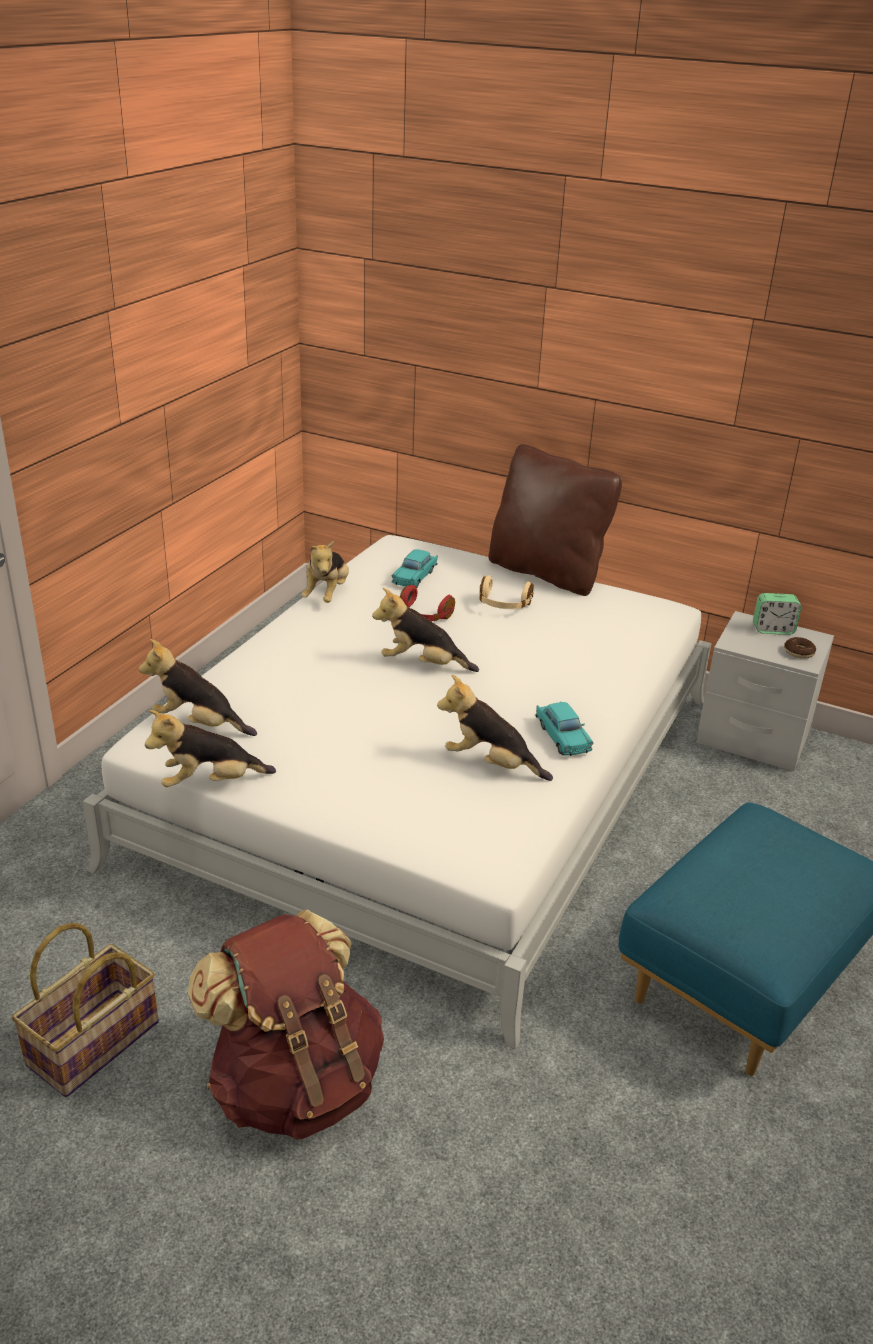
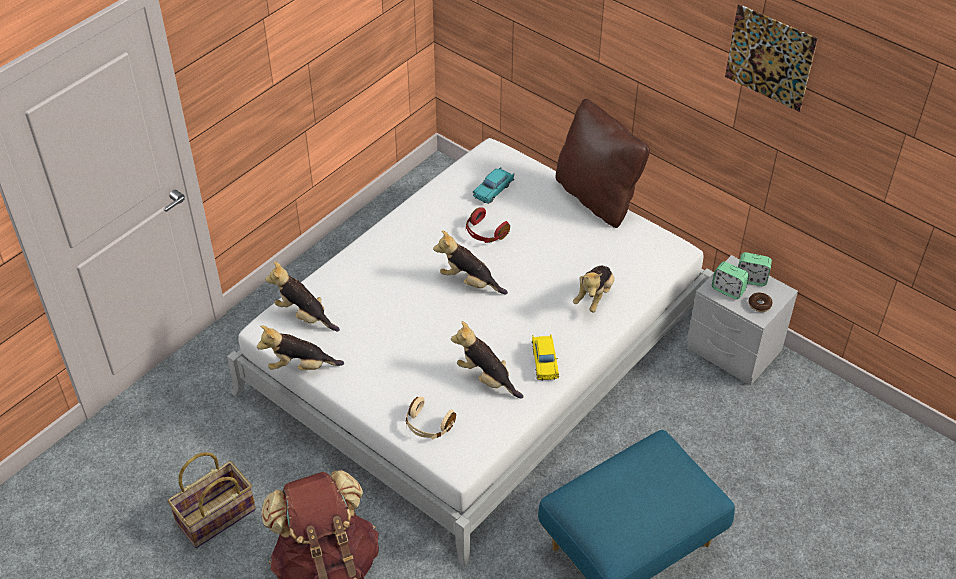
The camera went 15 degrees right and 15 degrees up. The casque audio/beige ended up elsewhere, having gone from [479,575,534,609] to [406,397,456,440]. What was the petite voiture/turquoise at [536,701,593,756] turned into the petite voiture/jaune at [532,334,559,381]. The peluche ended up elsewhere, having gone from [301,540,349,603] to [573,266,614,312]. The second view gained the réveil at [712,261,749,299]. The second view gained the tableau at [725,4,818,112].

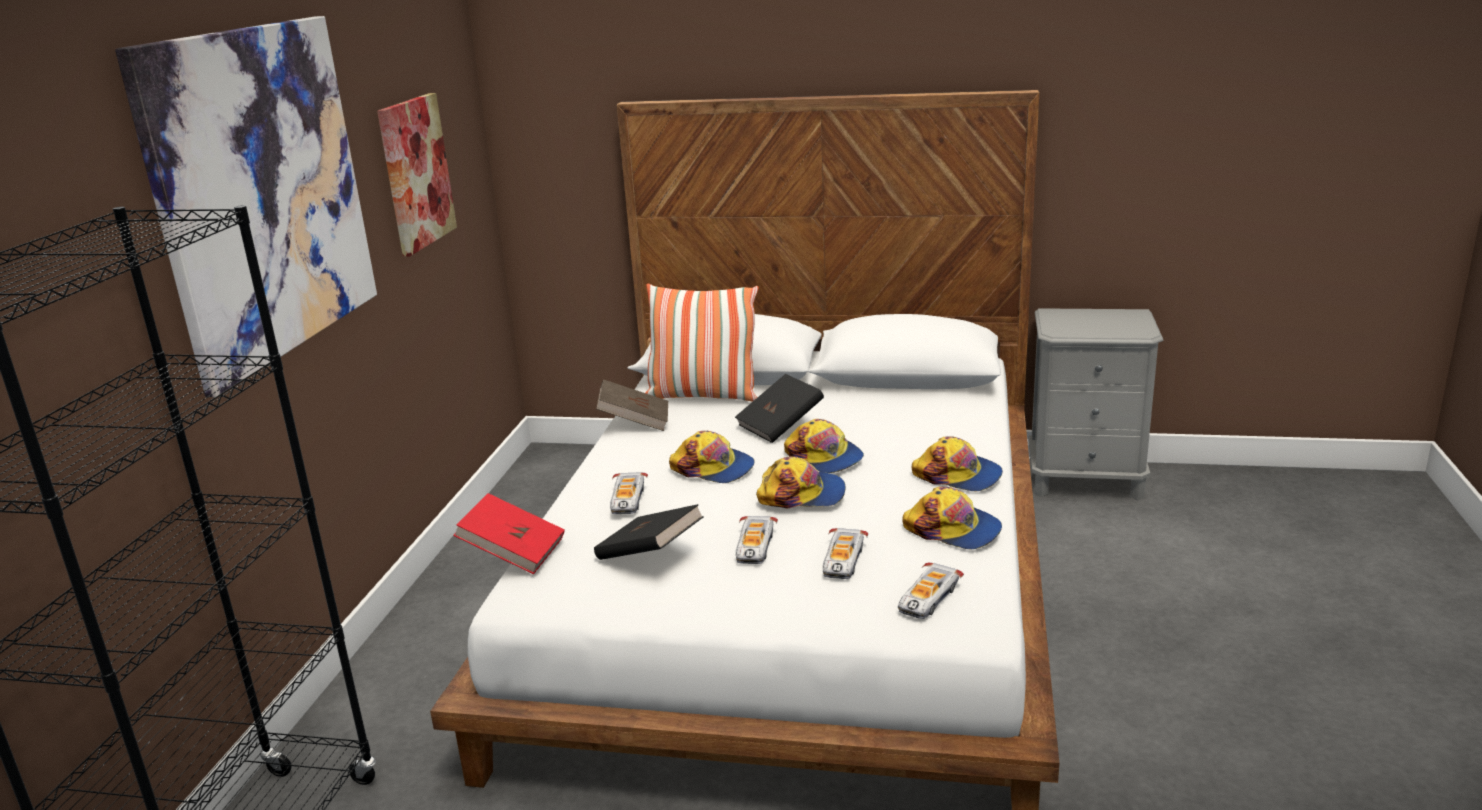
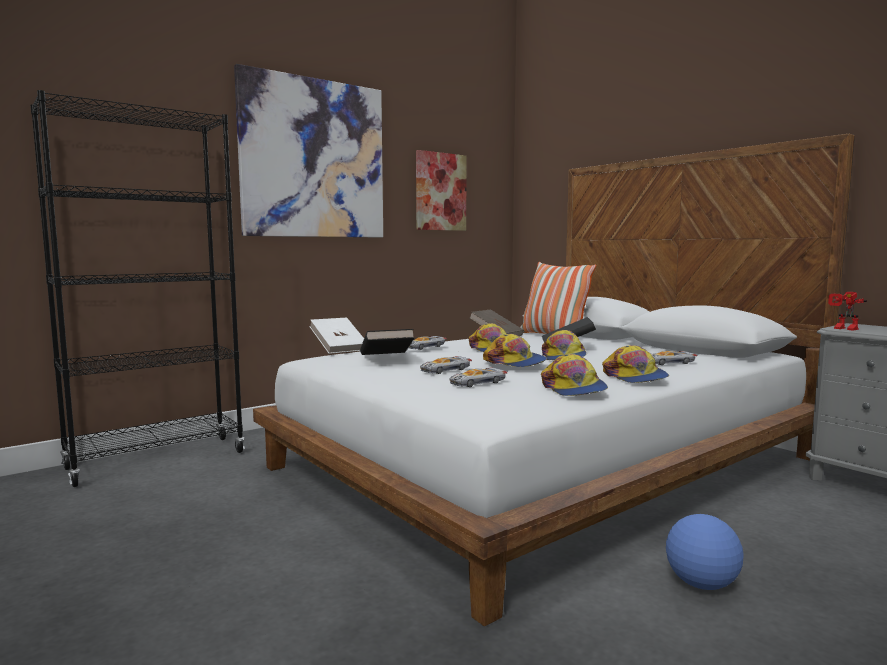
The camera went 40 degrees right and 15 degrees down. What was the livre/rouge at [453,493,565,574] turned into the livre/blanc at [309,318,364,354]. The petite voiture ended up elsewhere, having gone from [898,562,964,619] to [651,351,697,365]. The second view gained the ballon de foot at [666,514,744,590]. The second view gained the robot jouet at [828,292,867,331].

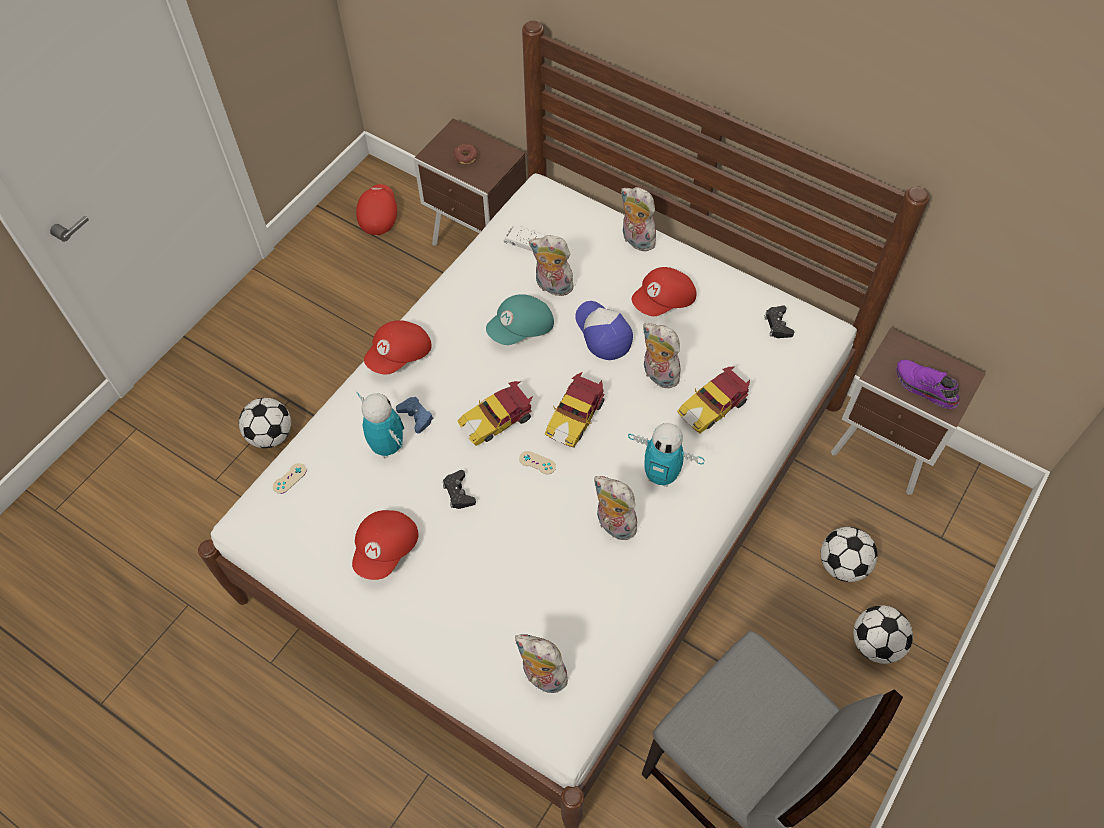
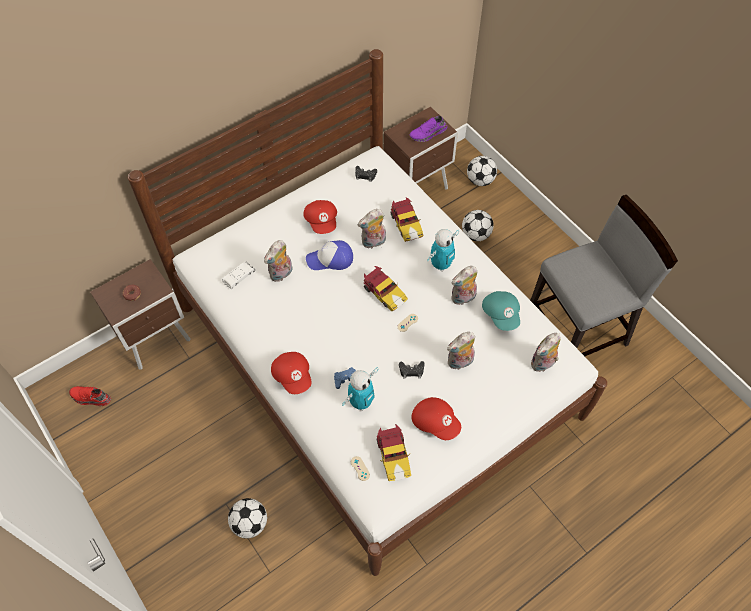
The camera went 70 degrees left and 0 degrees up. Where the casquette/rouge stood at [356,184,397,235], the chaussure/rouge came to stand at [69,386,111,406]. The robot jouet at [357,392,404,458] ended up facing another way, 150 degrees clockwise from before. The petite voiture ended up elsewhere, having gone from [457,381,533,446] to [376,424,411,481]. The peluche ended up elsewhere, having gone from [621,187,656,251] to [447,332,475,370]. The ballon de foot ended up elsewhere, having gone from [853,606,913,664] to [467,156,497,186]. The casquette/turquoise ended up elsewhere, having gone from [486,294,554,345] to [482,291,520,331].

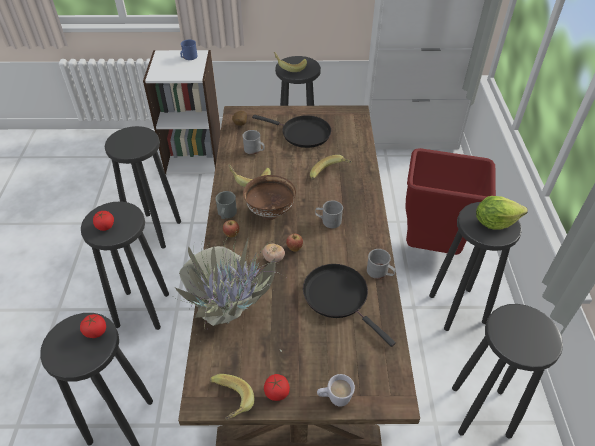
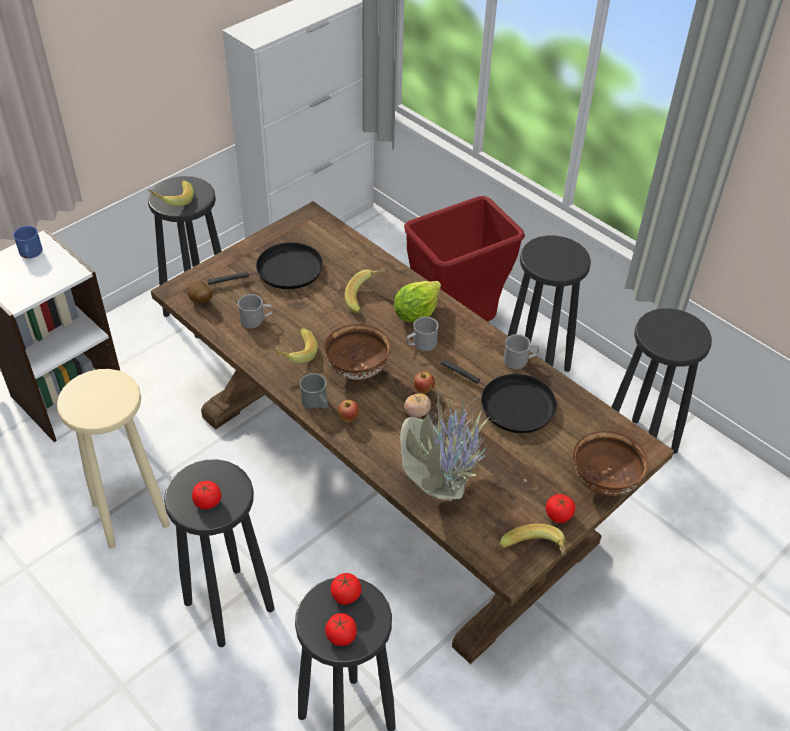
The camera went 45 degrees left and 0 degrees up. What was the tabouret/noir at [105,126,181,249] turned into the tabouret/beige at [57,369,170,549]. The second view gained the tomate at [325,613,357,646]. The laitue ended up elsewhere, having gone from [476,196,528,230] to [394,281,441,323]. The poêle/noir at [303,264,396,347] ended up facing another way, 150 degrees counterclockwise from before. Where the mug/blanc stood at [317,374,355,407], the bol/marron came to stand at [573,430,649,496].

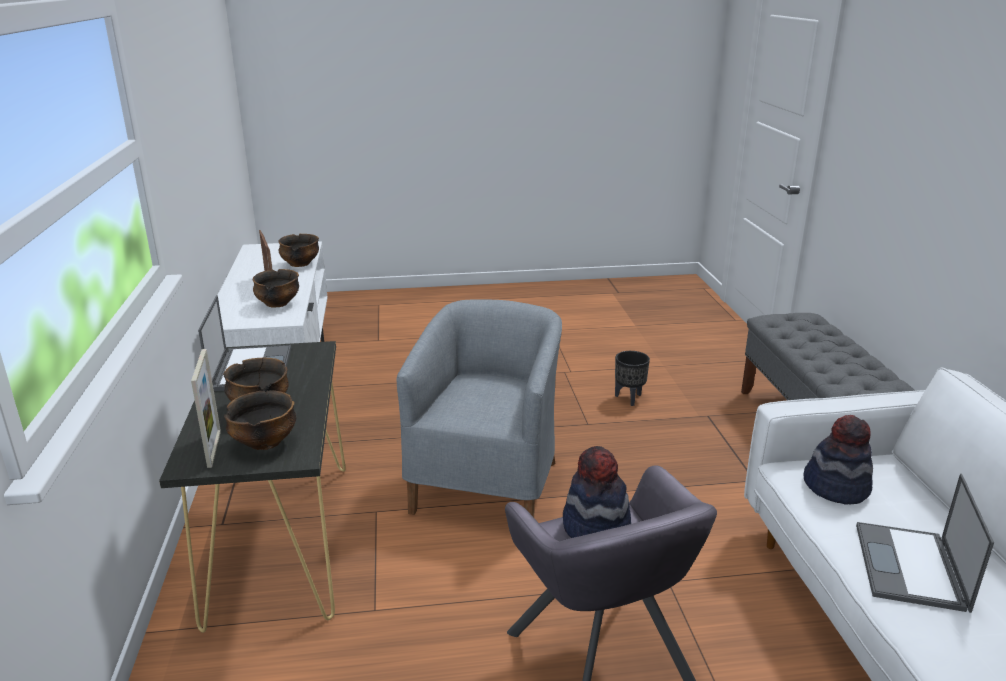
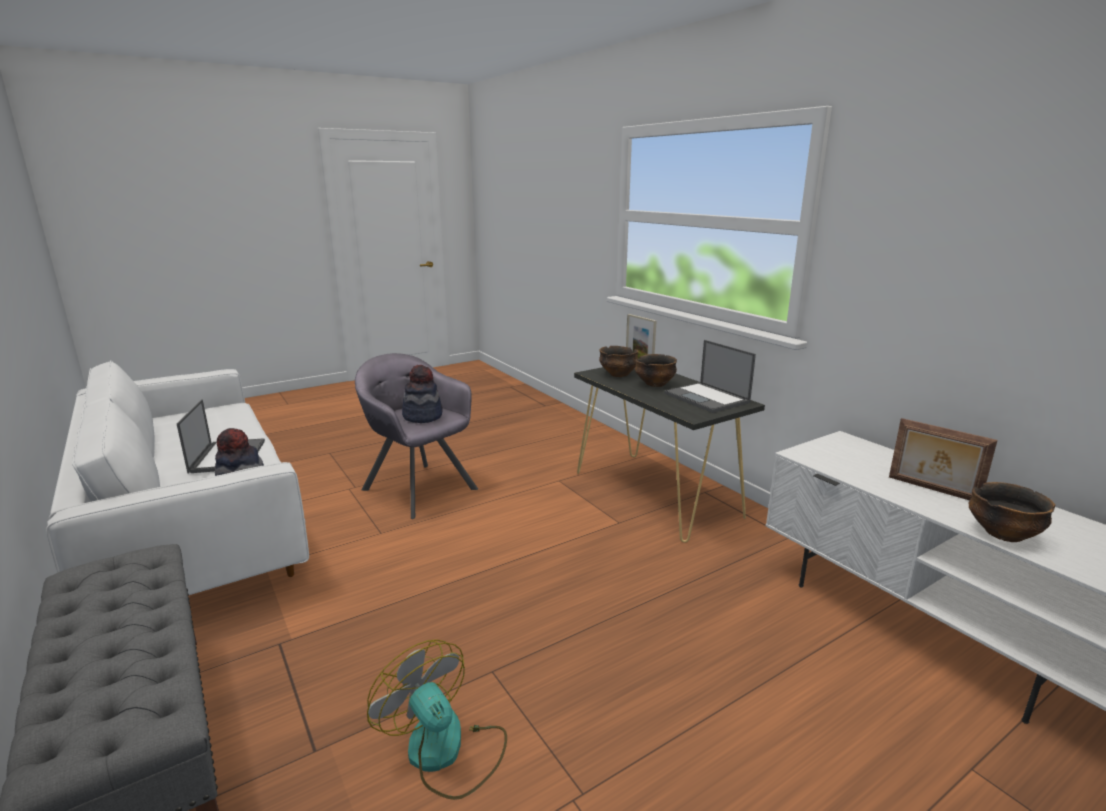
The camera went 155 degrees right and 5 degrees down. Where the cache-pot/noir stood at [615,351,650,406], the ventilateur came to stand at [367,639,507,800]. The second view lost the bol at [253,269,299,308]. The second view lost the fauteuil/gris at [397,299,562,517].

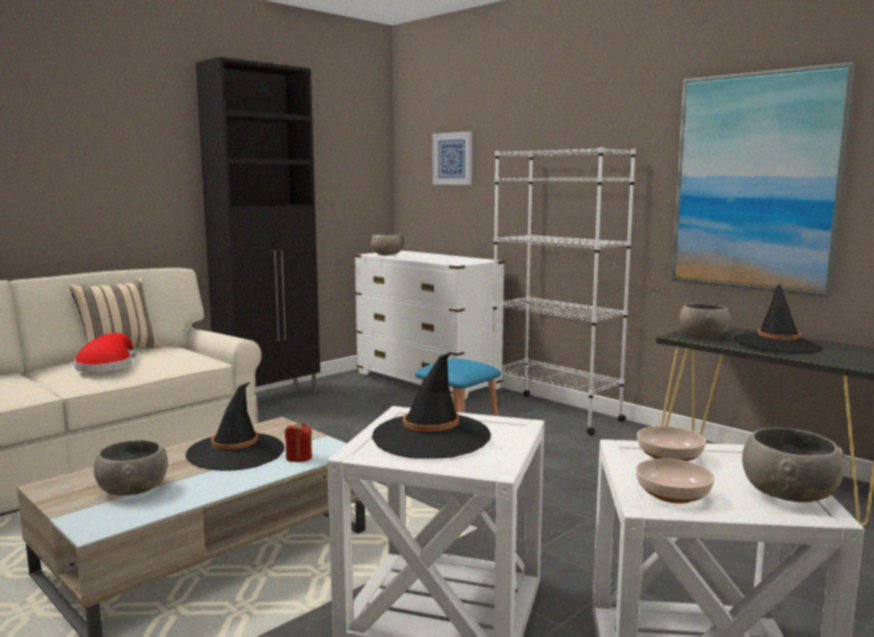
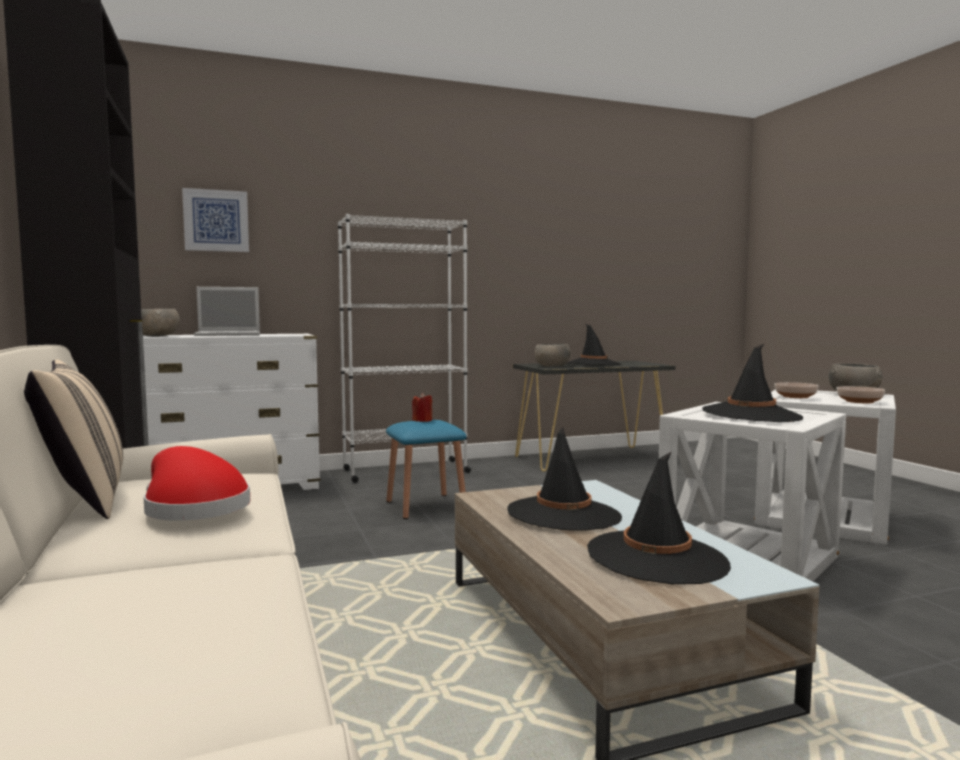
The camera went 65 degrees left and 5 degrees down. The second view gained the ordinateur portable at [194,287,260,336]. The bougie/rouge ended up elsewhere, having gone from [285,422,312,462] to [412,393,432,422]. Where the bol/gris stood at [94,440,168,496], the chapeau/noir came to stand at [587,451,731,584]. The second view lost the tableau at [671,62,856,297].

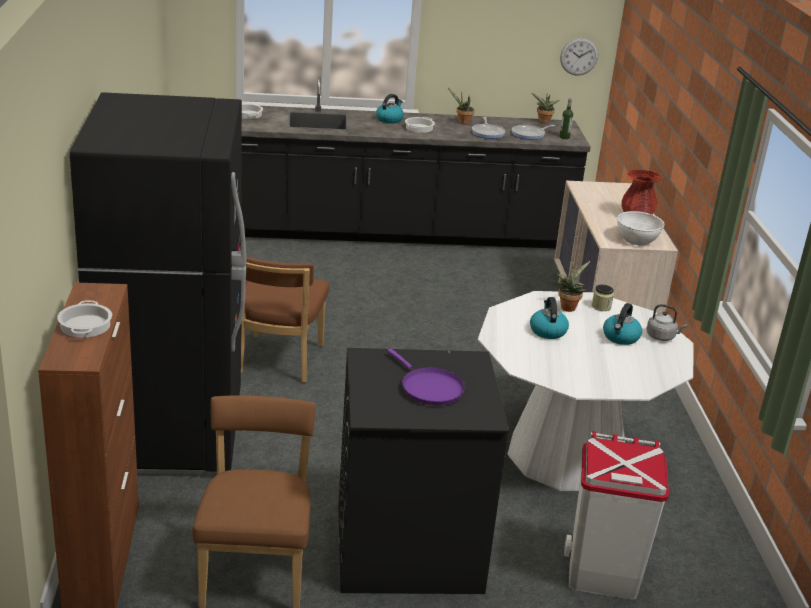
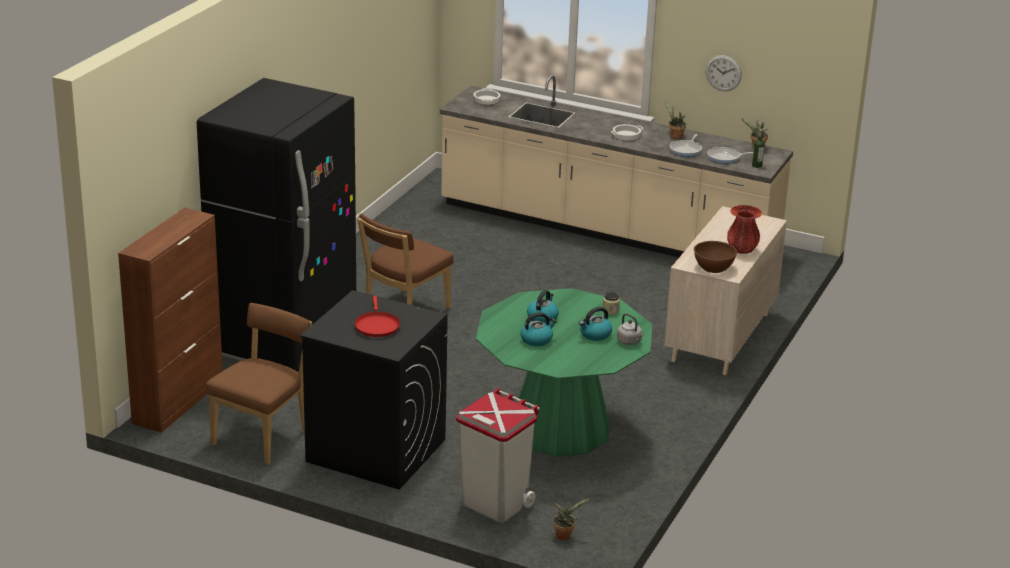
The camera went 30 degrees right and 0 degrees up. What was the poêle/violet at [387,349,465,405] turned into the poêle/rouge at [354,296,400,337]. What was the comptoir de cuisine/noir at [241,77,591,248] turned into the comptoir de cuisine/beige at [440,75,793,257]. What was the table à manger/blanc at [478,291,694,491] turned into the table à manger/vert at [476,288,652,457]. The bouilloire ended up elsewhere, having gone from [376,94,404,123] to [521,312,557,347]. The plante en pot ended up elsewhere, having gone from [555,261,590,312] to [552,499,589,540]. What was the bol/blanc at [617,211,665,245] turned into the bol/marron at [694,241,737,273]. The horloge murale ended up elsewhere, having gone from [560,38,598,76] to [705,55,742,91]. The second view lost the marmite at [57,300,112,338].

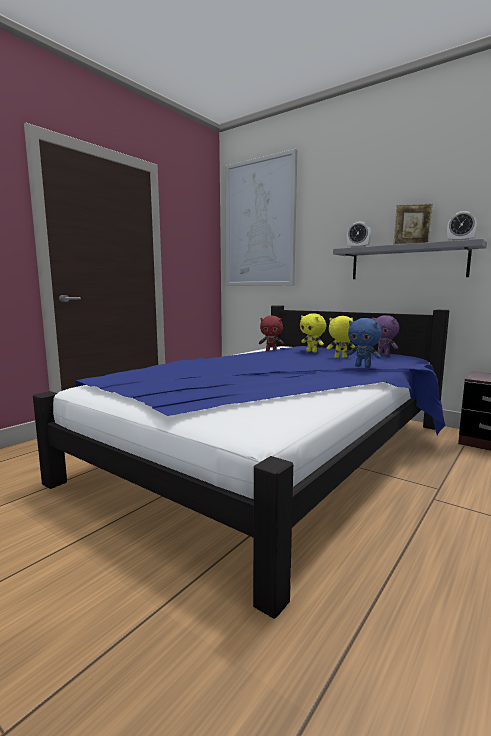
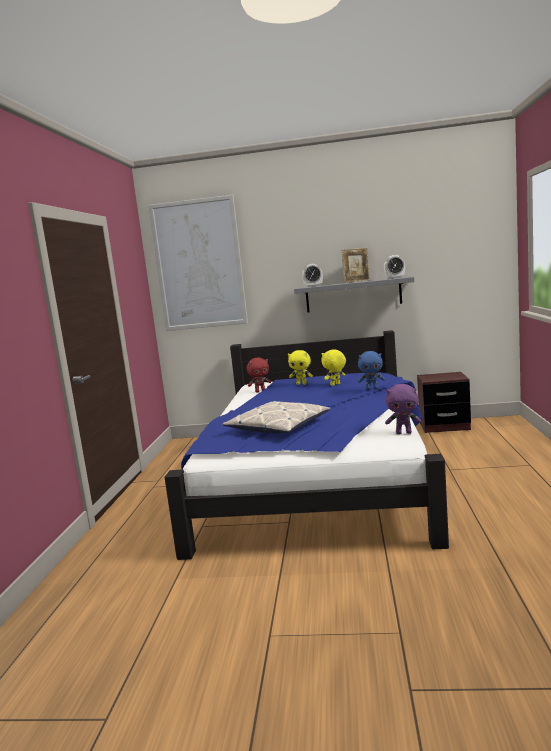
The camera went 30 degrees left and 0 degrees up. The second view gained the coussin at [222,401,330,433]. The peluche/violet ended up elsewhere, having gone from [372,315,399,357] to [385,384,422,434].

